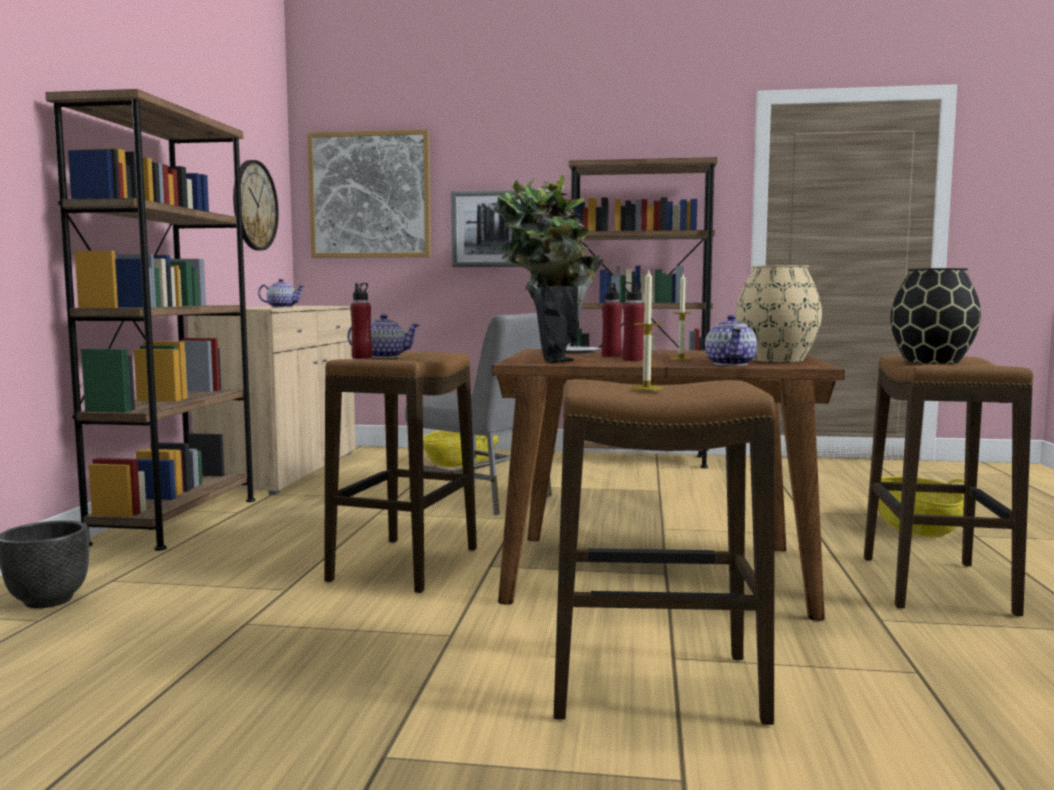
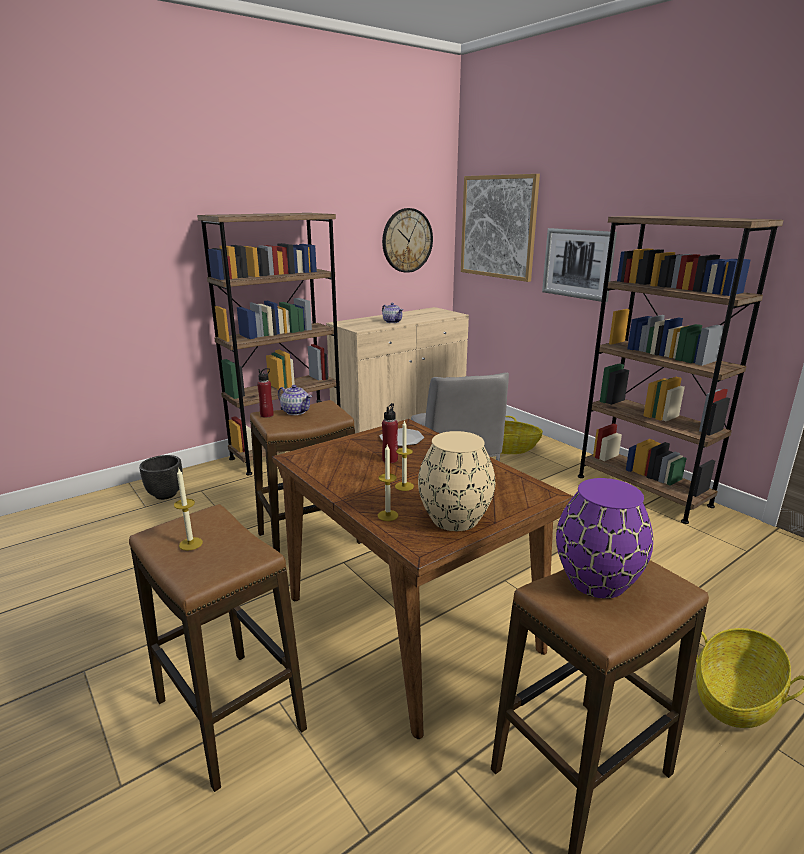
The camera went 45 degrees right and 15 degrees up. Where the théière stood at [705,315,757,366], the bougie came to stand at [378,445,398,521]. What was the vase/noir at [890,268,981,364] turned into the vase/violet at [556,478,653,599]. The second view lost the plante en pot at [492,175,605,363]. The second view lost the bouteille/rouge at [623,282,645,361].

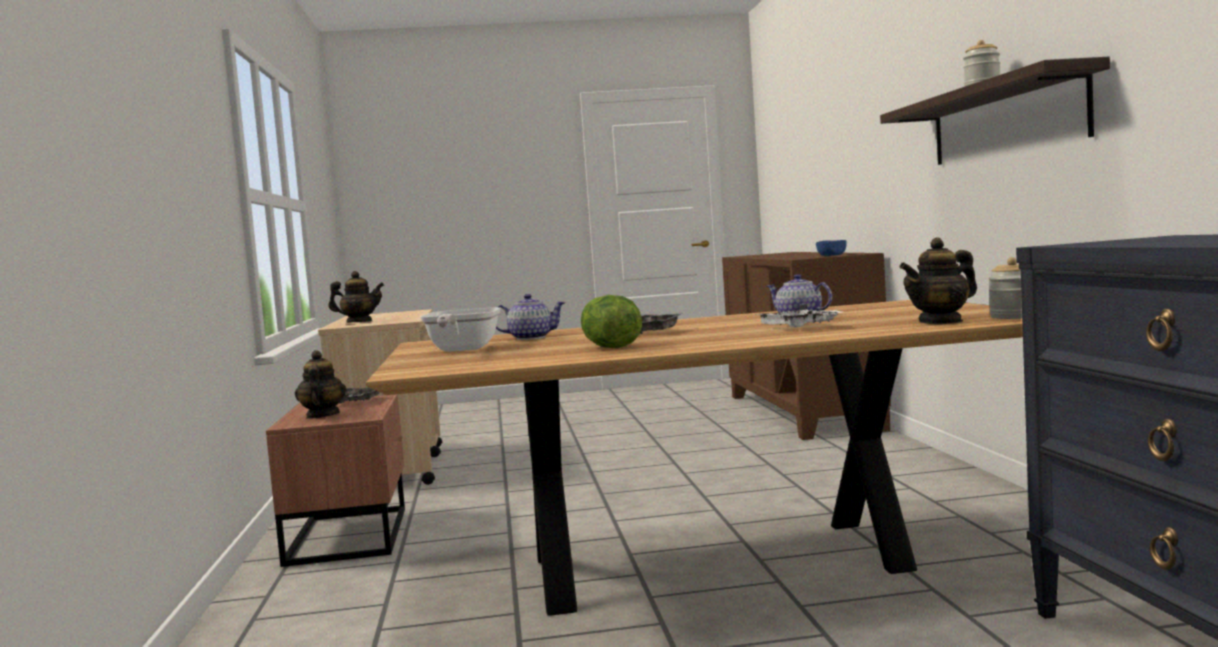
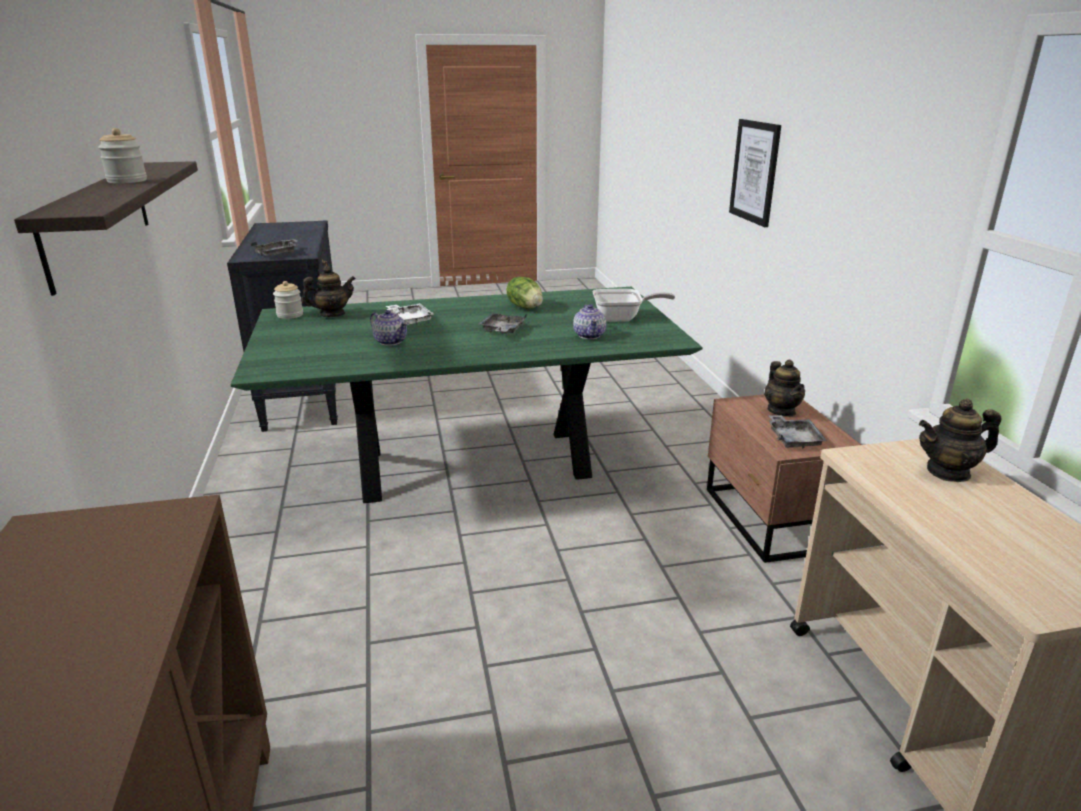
The camera went 175 degrees right and 20 degrees up. What was the table à manger/marron at [366,300,1023,616] turned into the table à manger/vert at [231,287,703,503]. The second view gained the plateau/gris at [251,239,297,256]. The théière at [496,294,566,340] ended up facing another way, 90 degrees counterclockwise from before. The poêle at [420,307,501,352] ended up facing another way, 90 degrees clockwise from before. The second view gained the tableau at [729,119,781,227]. The second view lost the bol/bleu at [816,240,847,256].

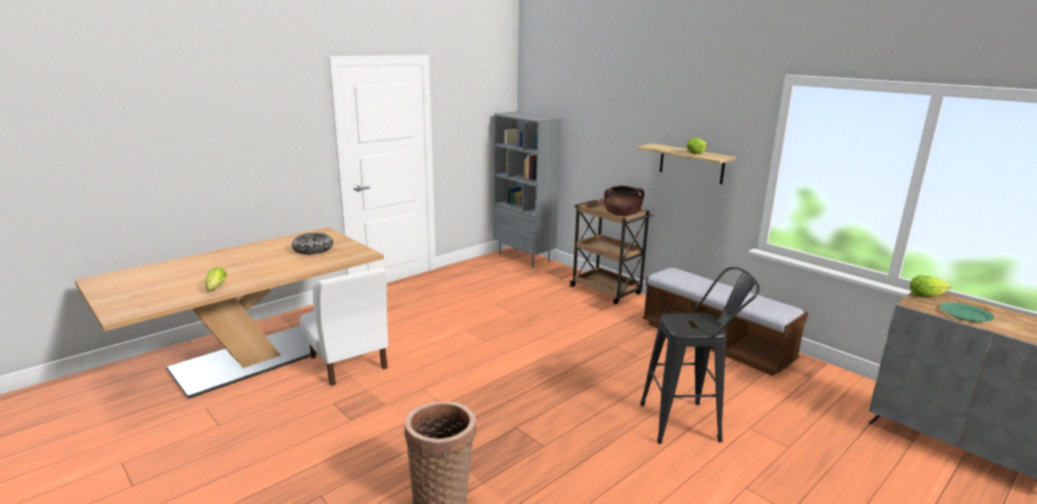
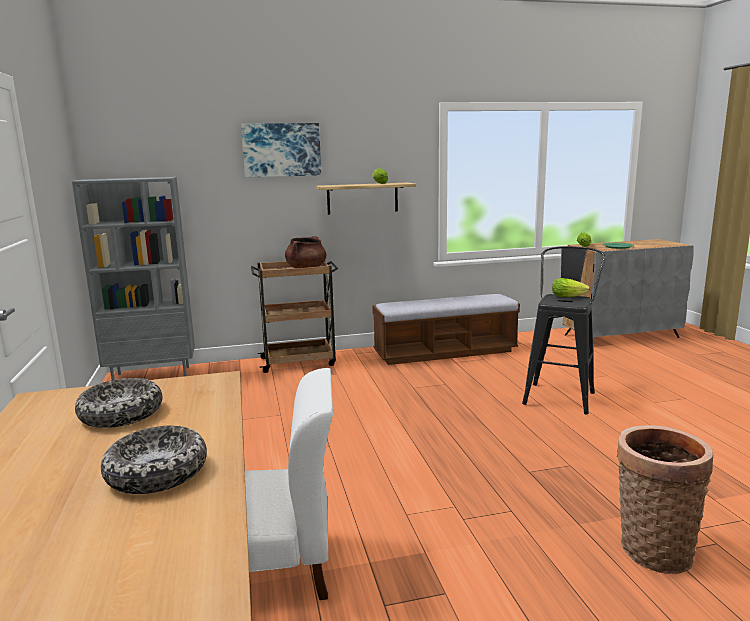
The camera went 60 degrees left and 5 degrees down. The second view gained the bol at [101,426,207,494]. The second view gained the tableau at [241,123,321,178]. The laitue ended up elsewhere, having gone from [205,267,227,291] to [552,278,590,297].

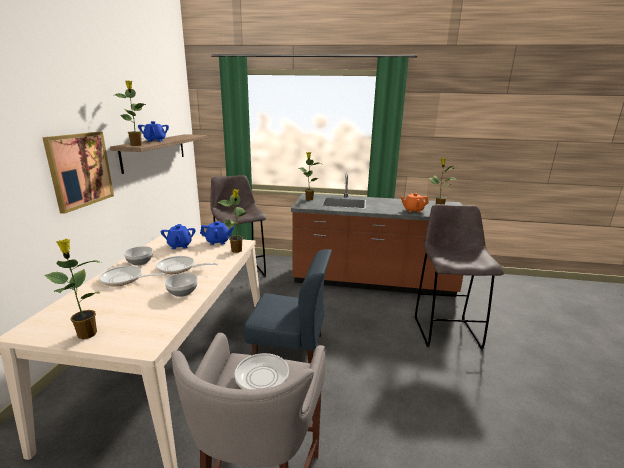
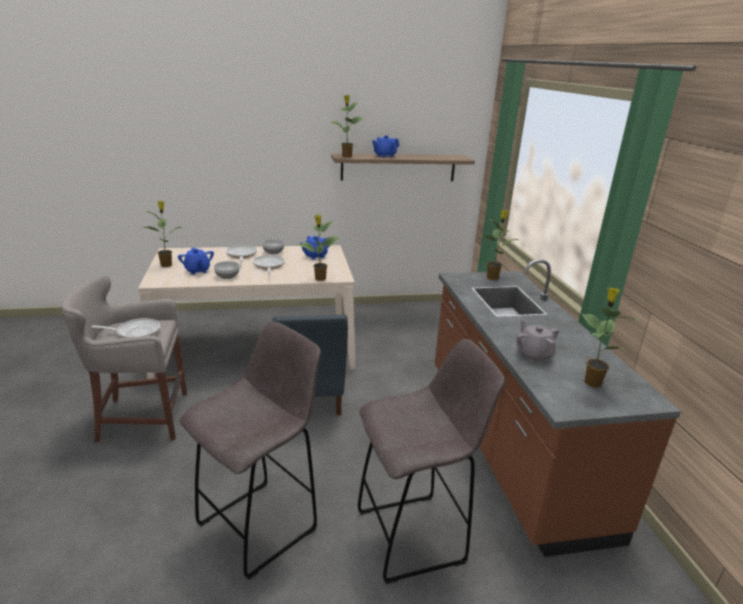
The camera went 70 degrees right and 5 degrees up. The théière/bleu ended up elsewhere, having gone from [200,221,234,245] to [178,248,214,275]. The tabouret/gris ended up elsewhere, having gone from [210,175,266,277] to [179,321,321,580]. What was the théière/orange at [401,193,429,213] turned into the théière/gris at [516,321,559,363]. The second view lost the tableau at [42,132,114,214].

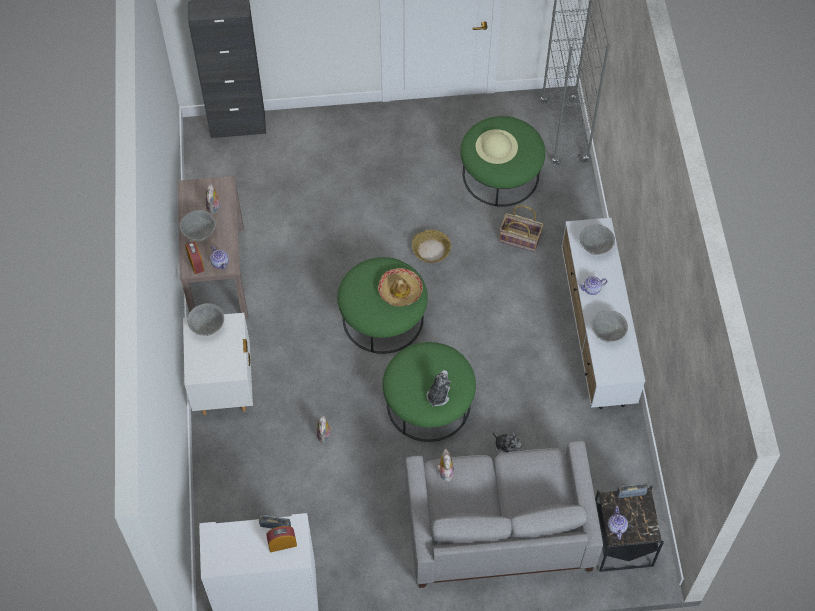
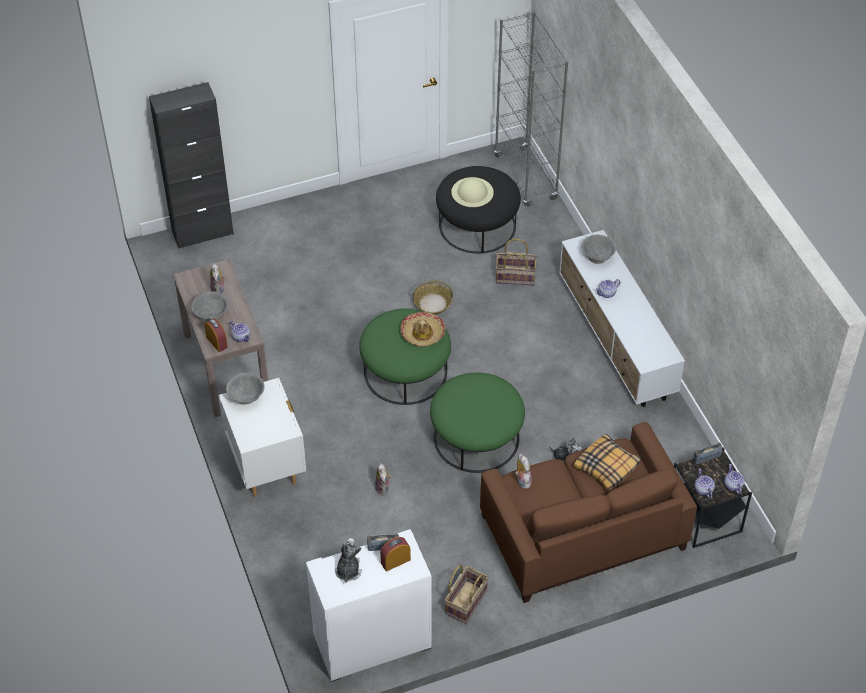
The camera went 15 degrees left and 10 degrees down. The peluche ended up elsewhere, having gone from [427,370,452,407] to [335,538,362,583]. What was the pouf/vert at [460,116,546,207] turned into the pouf/noir at [436,166,521,254]. The second view gained the panier at [445,565,489,624]. What was the canapé/gris at [406,441,603,588] turned into the canapé/marron at [480,422,697,603]. The second view gained the coussin at [574,434,641,491]. The second view gained the théière at [724,464,745,494]. The second view lost the bol/gris at [592,310,628,343].

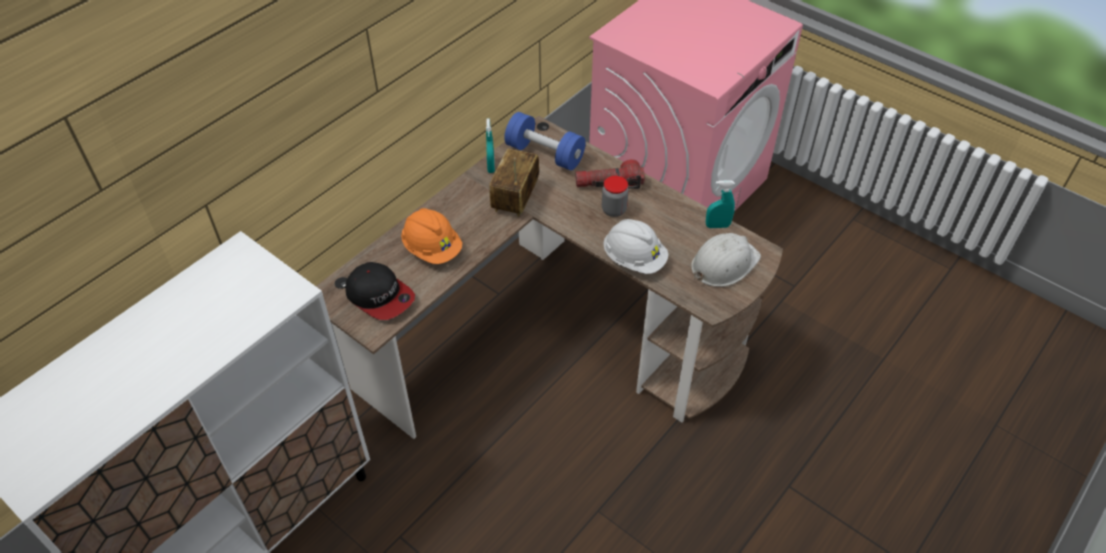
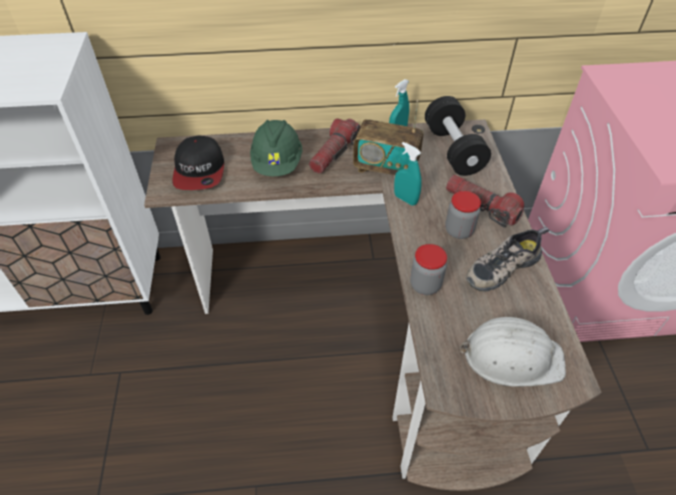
The camera went 45 degrees right and 0 degrees up. What was the casque de chantier/orange at [401,208,462,264] turned into the casque de chantier/vert at [250,120,302,176]. The second view gained the lampe de poche at [309,118,360,174]. The radio at [489,149,539,217] ended up facing another way, 135 degrees counterclockwise from before. The vaporisateur/turquoise ended up elsewhere, having gone from [706,180,735,228] to [394,142,422,206]. Where the casque de chantier/blanc stood at [603,219,669,274], the bocal came to stand at [410,244,447,295]. What was the haltère/bleu at [504,112,586,170] turned into the haltère/noir at [425,96,491,176]. The second view gained the chaussure at [466,227,550,291].

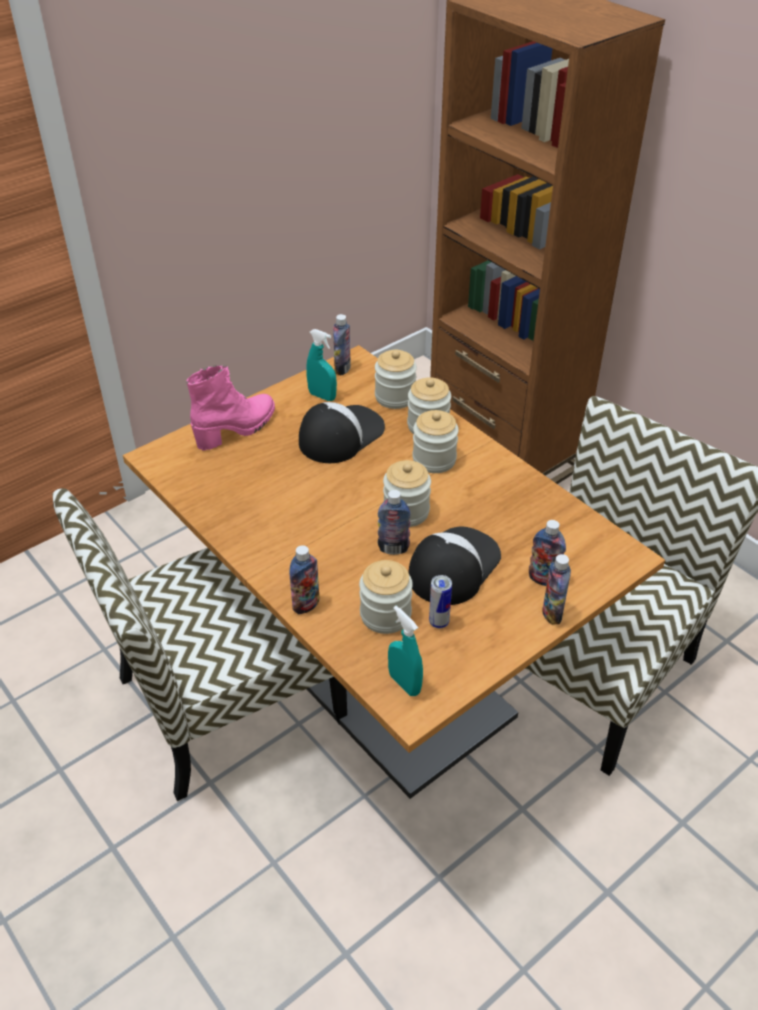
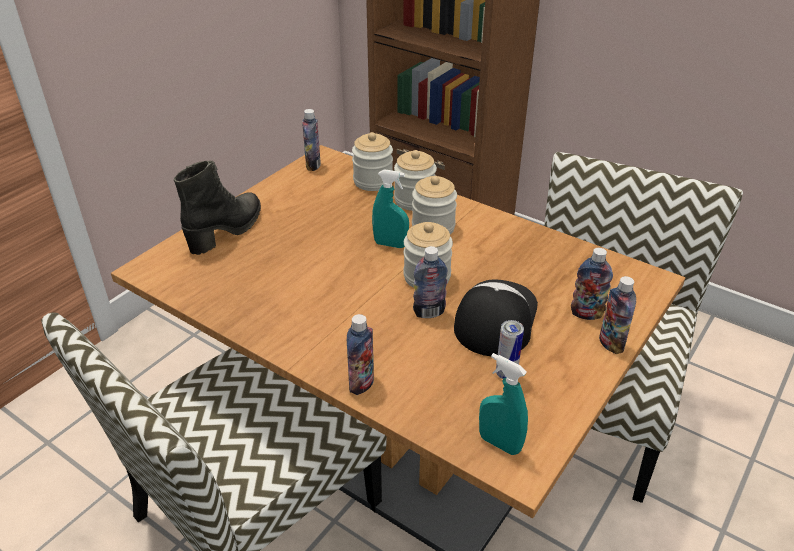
The camera went 15 degrees left and 5 degrees down. What was the botte/rose at [186,365,275,451] turned into the botte/noir at [174,161,261,255]. The vaporisateur/turquoise ended up elsewhere, having gone from [306,329,337,401] to [372,169,409,248]. The second view lost the casquette at [299,402,385,463]. The second view lost the bocal at [359,560,413,634].

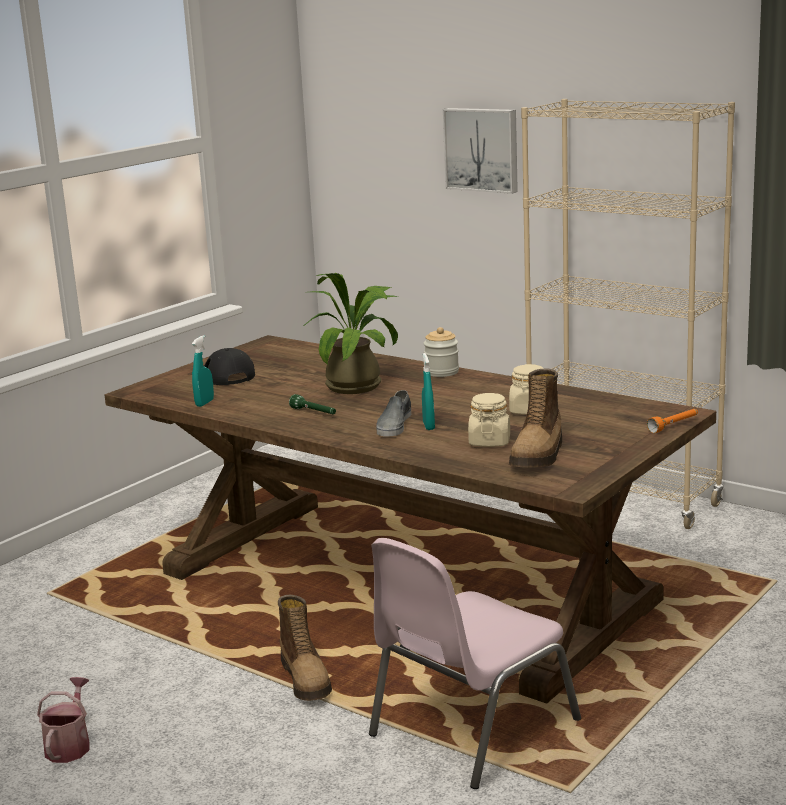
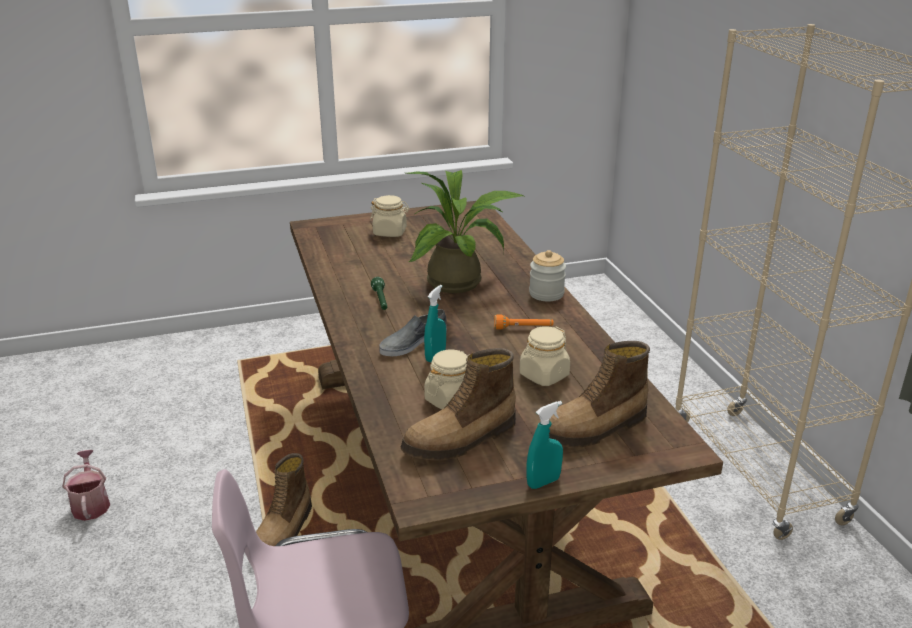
The camera went 35 degrees right and 10 degrees up. The arrosoir at [37,677,90,763] ended up facing another way, 60 degrees counterclockwise from before. Where the casquette/noir stood at [203,348,255,385], the bocal/beige came to stand at [370,195,409,237]. The lampe de poche/orange ended up elsewhere, having gone from [647,409,698,433] to [494,315,553,329]. The vaporisateur/turquoise ended up elsewhere, having gone from [192,335,214,407] to [526,401,563,489]. The second view gained the botte at [539,341,650,448]. The second view lost the tableau at [443,108,518,194].

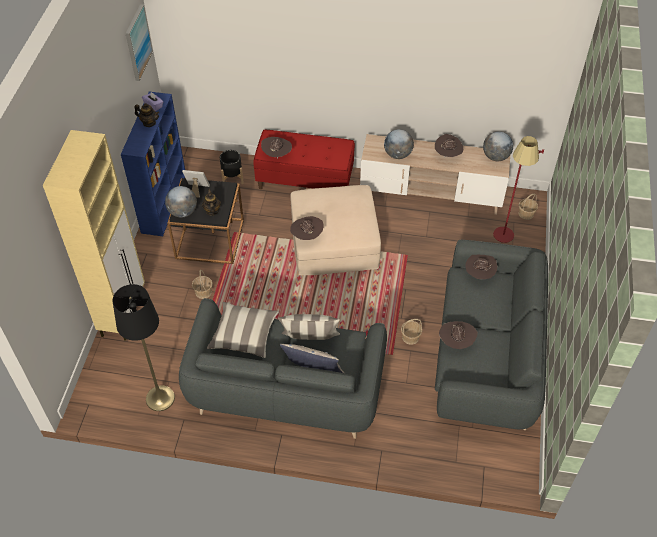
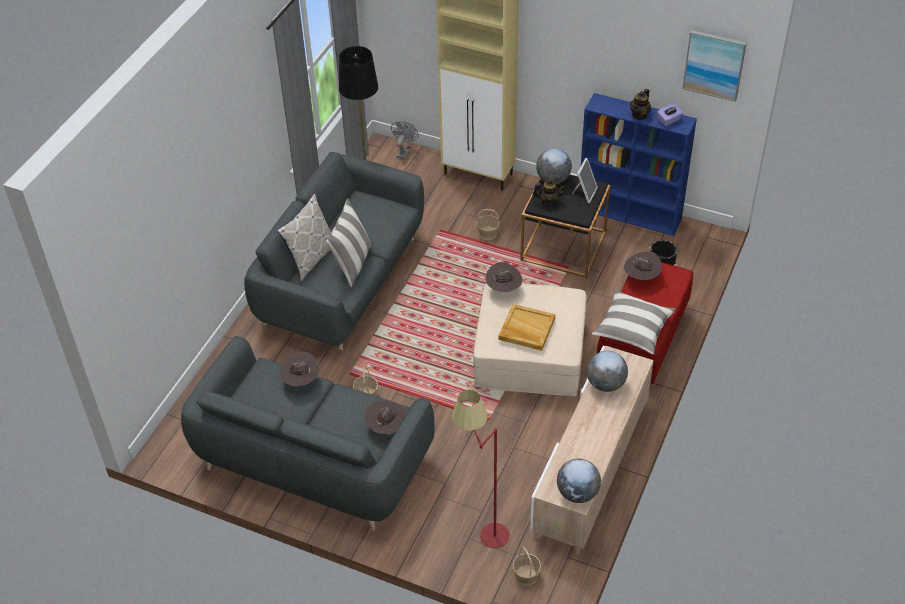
The camera went 105 degrees right and 5 degrees down. The second view gained the ventilateur/gris at [391,121,419,159]. The second view gained the plateau/beige at [499,304,555,351]. The coussin ended up elsewhere, having gone from [207,302,279,358] to [592,289,676,354]. The second view lost the chapeau/marron at [435,134,463,157].

